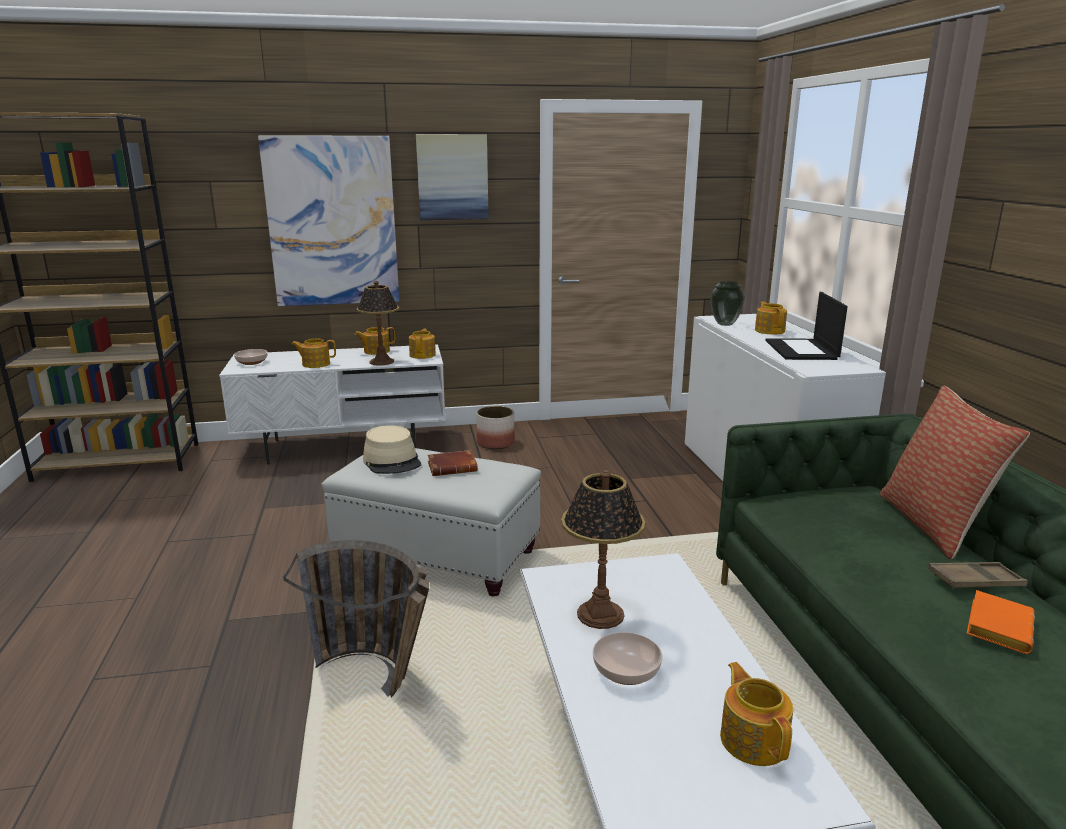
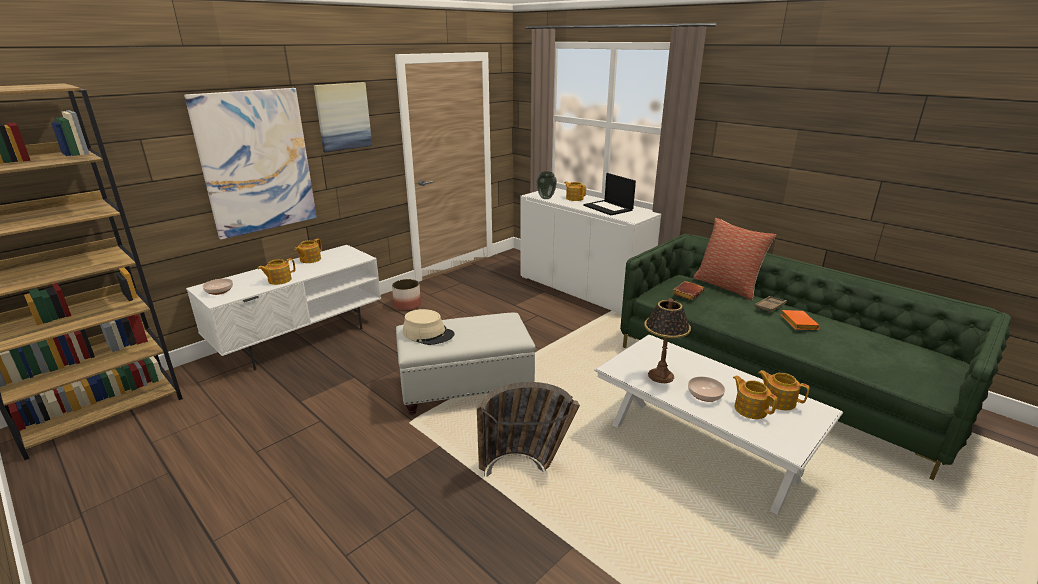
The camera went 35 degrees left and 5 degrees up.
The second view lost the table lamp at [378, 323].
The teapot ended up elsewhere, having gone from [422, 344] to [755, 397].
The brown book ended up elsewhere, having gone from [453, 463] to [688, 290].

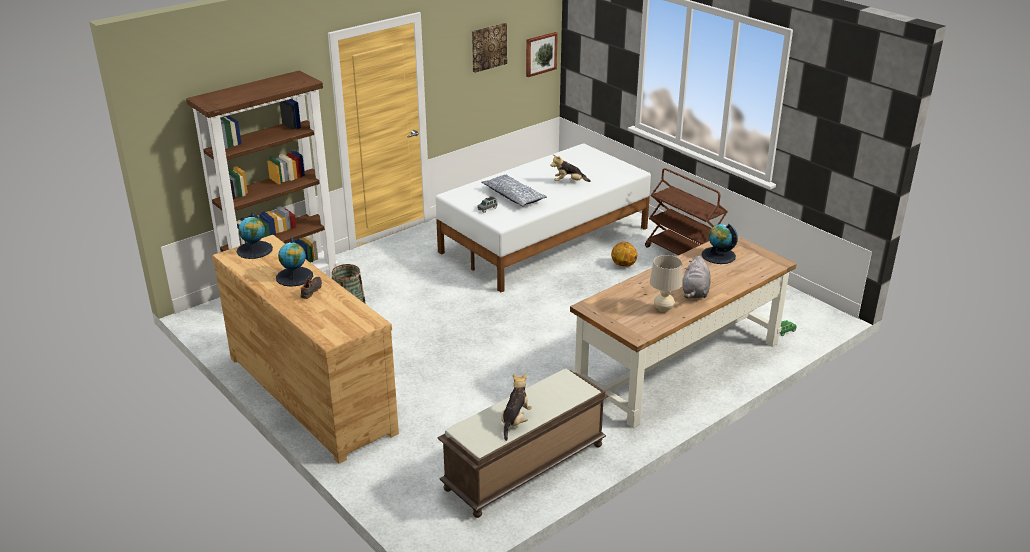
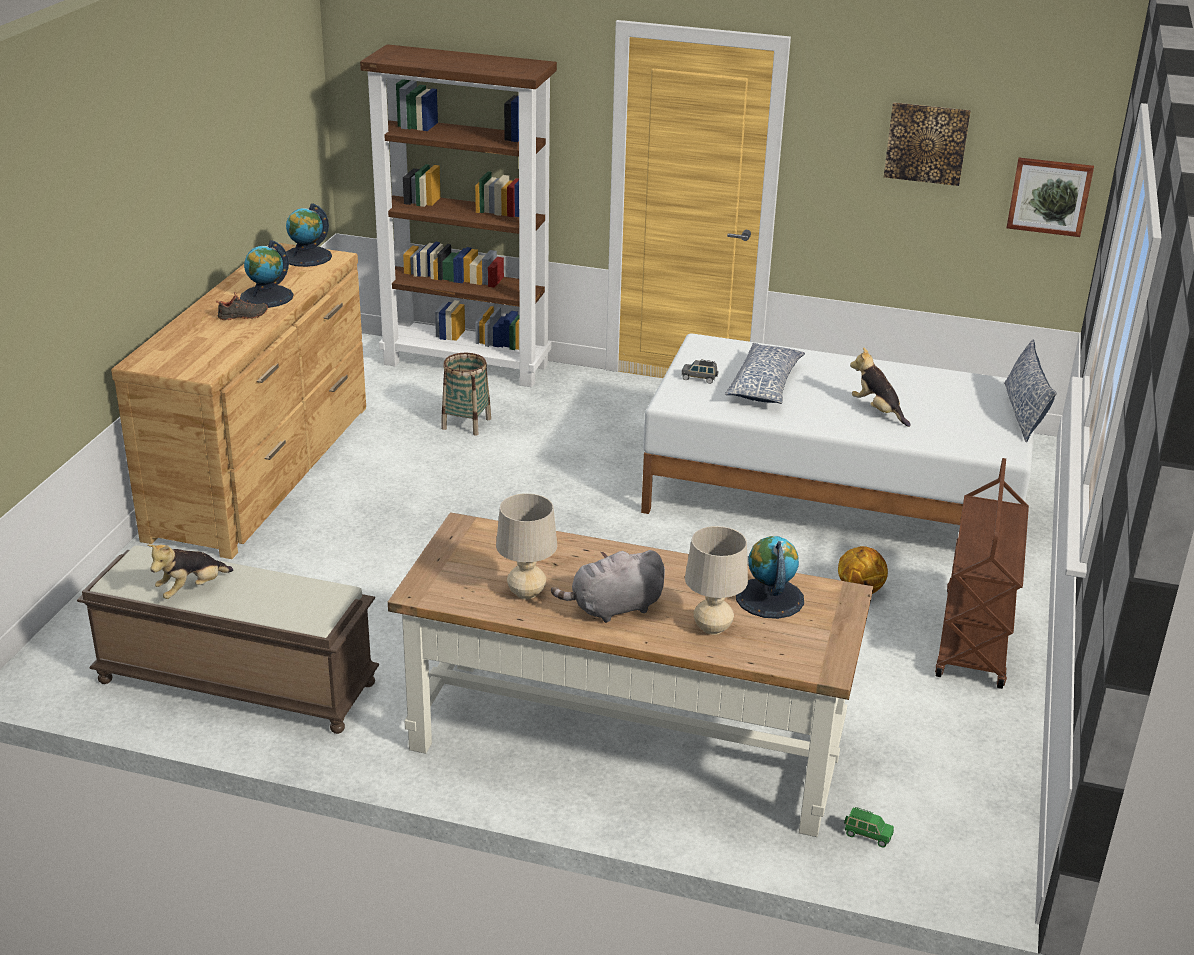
The camera went 55 degrees right and 0 degrees up.
The plush toy at [516, 407] ended up facing another way, 150 degrees clockwise from before.
The second view gained the pillow at [1030, 391].
The second view gained the beige table lamp at [716, 580].

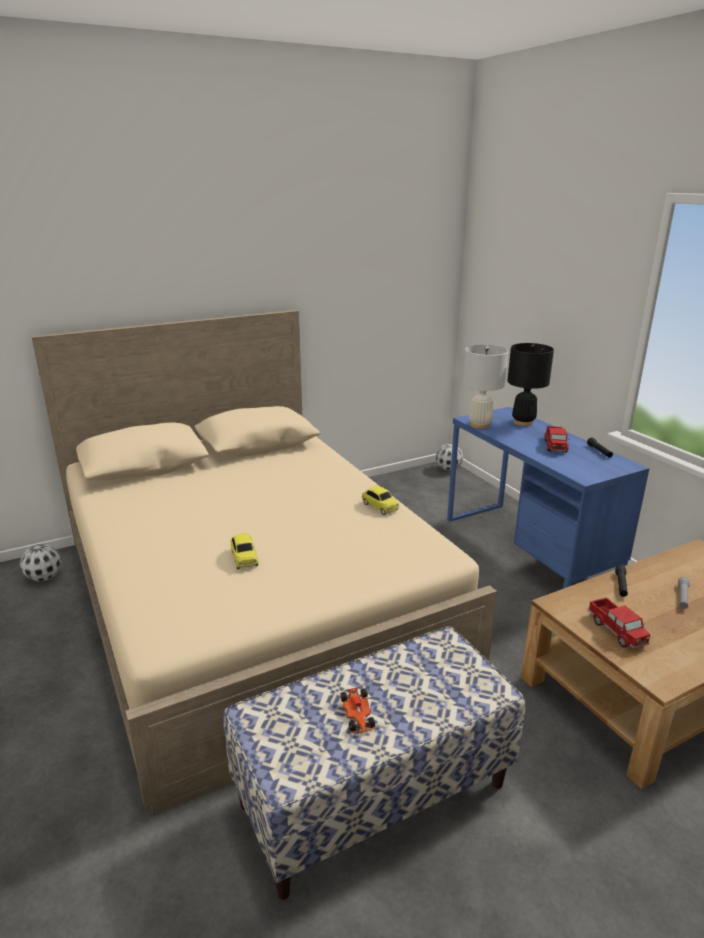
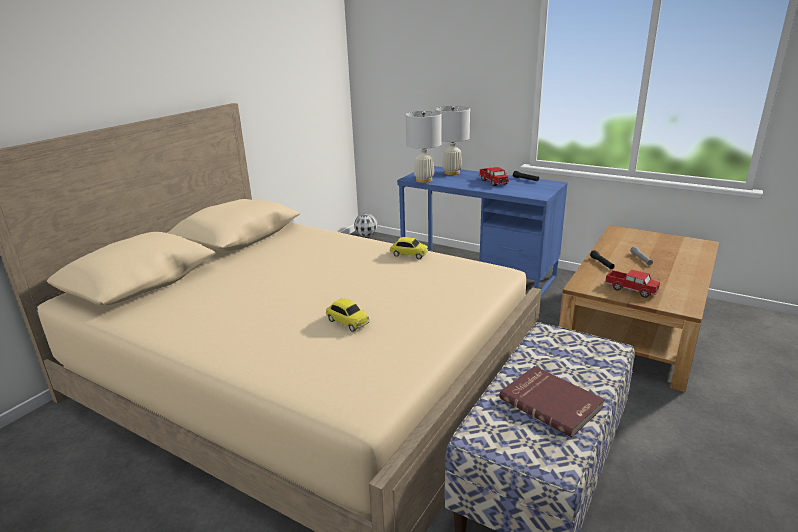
The camera went 30 degrees left and 0 degrees up.
What was the black table lamp at [530, 384] turned into the white table lamp at [453, 140].
The second view lost the football at [40, 562].
Where the toy car stood at [359, 710], the red book came to stand at [552, 402].

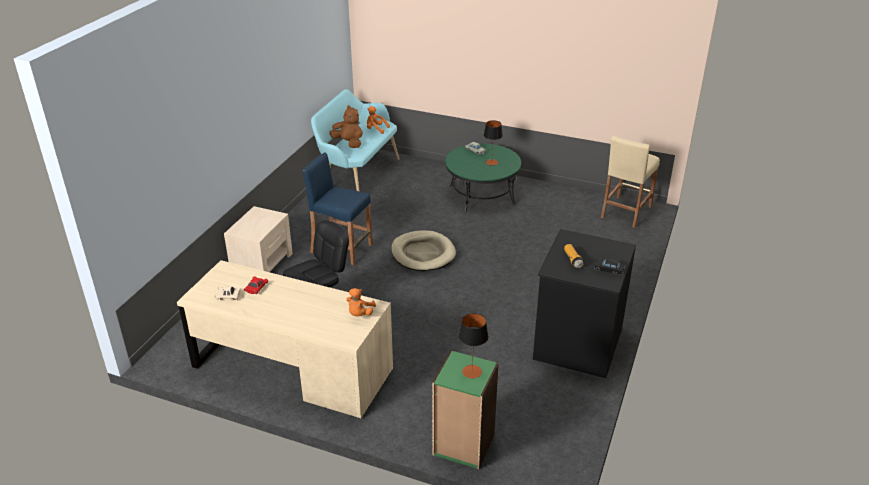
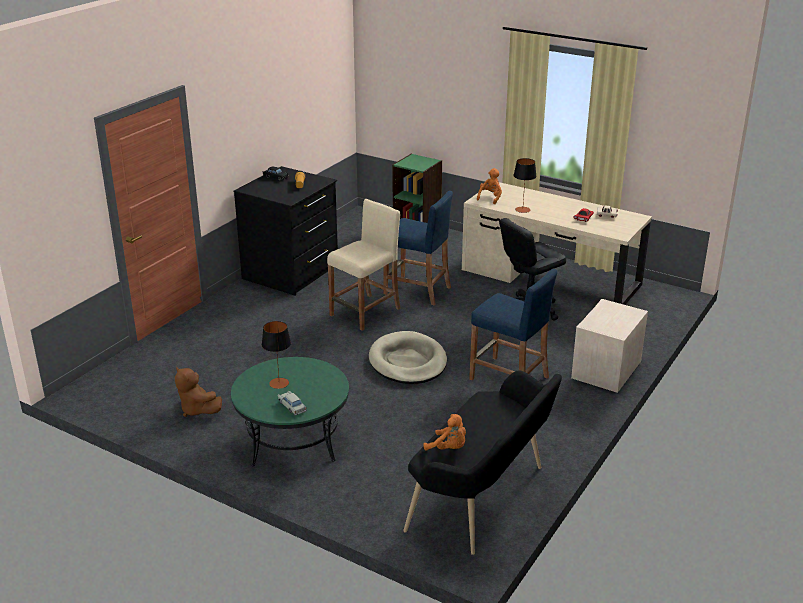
The camera went 170 degrees left and 5 degrees down.
What was the turquoise bench at [355, 140] turned into the black bench at [482, 463].
The brown plush toy ended up elsewhere, having gone from [346, 126] to [198, 392].
The beige stool ended up elsewhere, having gone from [630, 182] to [364, 265].
The table lamp ended up elsewhere, having gone from [473, 345] to [525, 185].
The second view gained the blue stool at [418, 248].

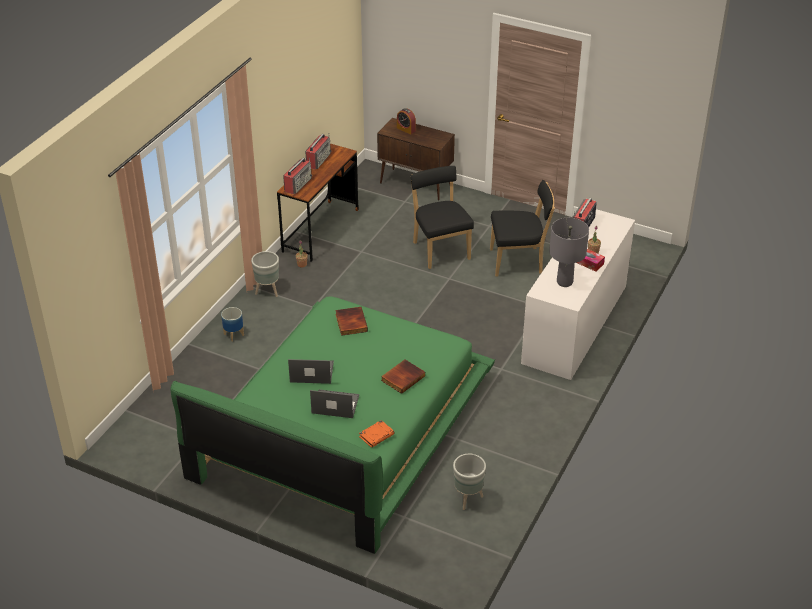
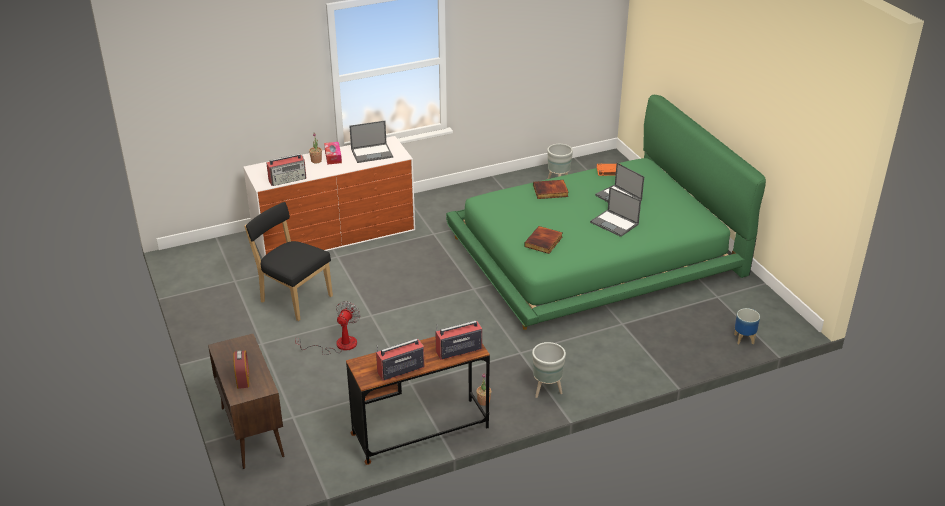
The camera went 140 degrees left and 5 degrees down.
Where the black chair stood at [442, 217], the fan came to stand at [327, 328].
Where the grey table lamp stood at [569, 252], the laptop came to stand at [371, 142].
The planter ended up elsewhere, having gone from [232, 324] to [747, 326].

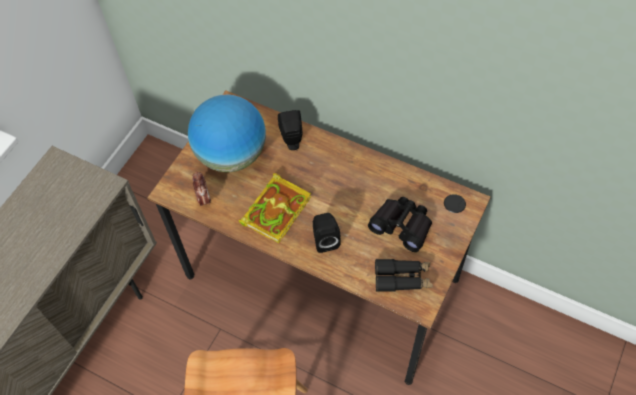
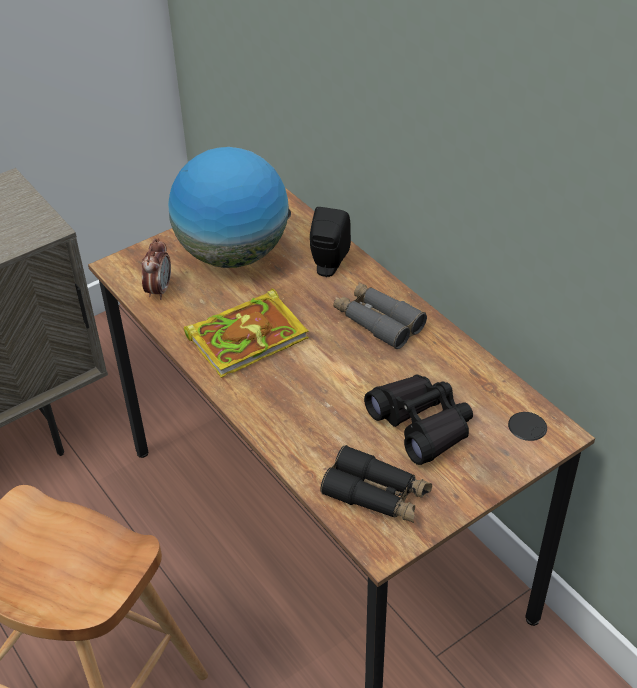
The camera went 25 degrees right and 15 degrees down.
The second view lost the black speaker at [327, 233].
The second view gained the grey binoculars at [380, 315].

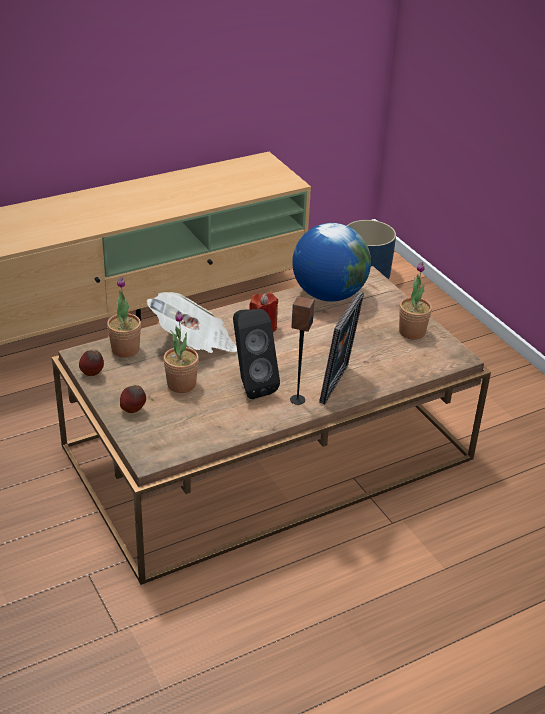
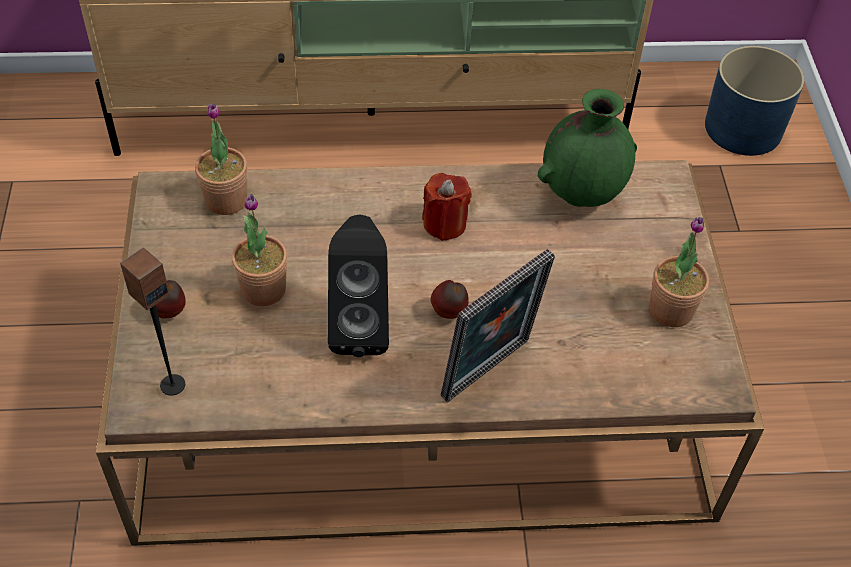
The camera went 25 degrees right and 15 degrees up.
Where the globe stood at [331, 262], the green vase came to stand at [587, 148].
The second view lost the newspaper at [192, 322].
The speaker ended up elsewhere, having gone from [302, 350] to [152, 322].
The apple ended up elsewhere, having gone from [91, 363] to [450, 299].

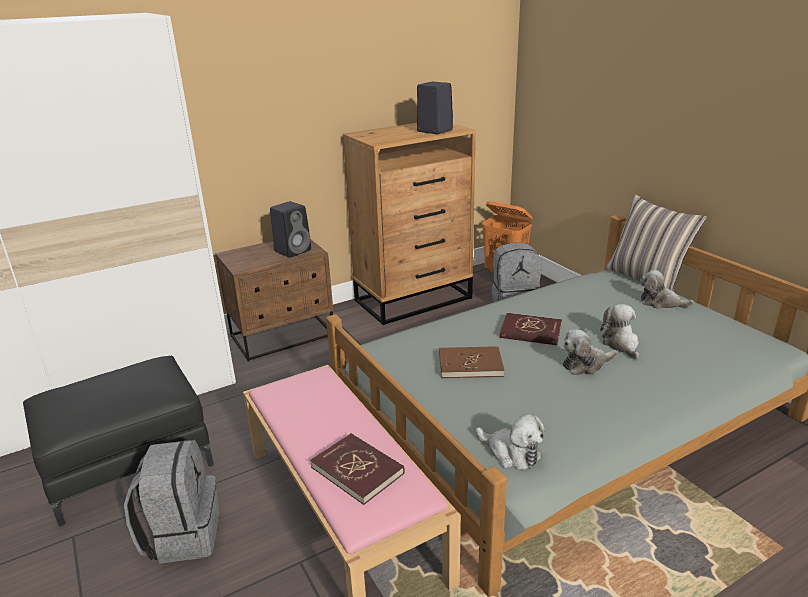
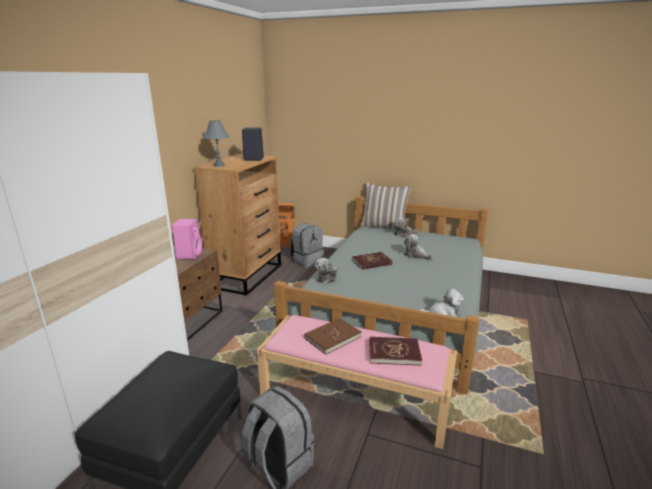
The camera went 40 degrees left and 5 degrees down.
What was the black speaker at [290, 229] turned into the pink speaker at [187, 239].
The plush toy ended up elsewhere, having gone from [590, 352] to [327, 271].
The brown book ended up elsewhere, having gone from [471, 362] to [333, 336].
The second view gained the grey table lamp at [216, 143].

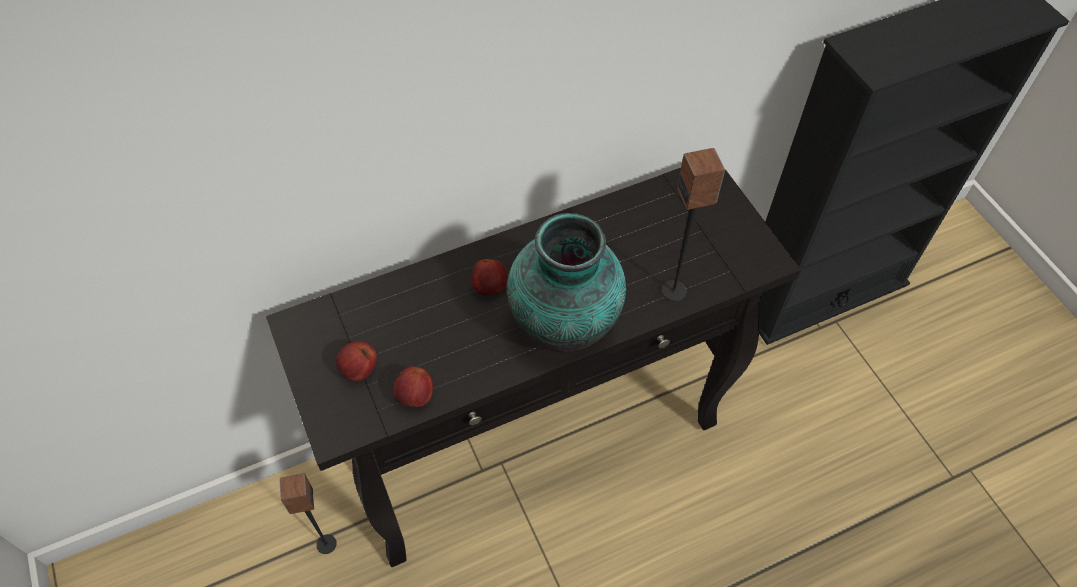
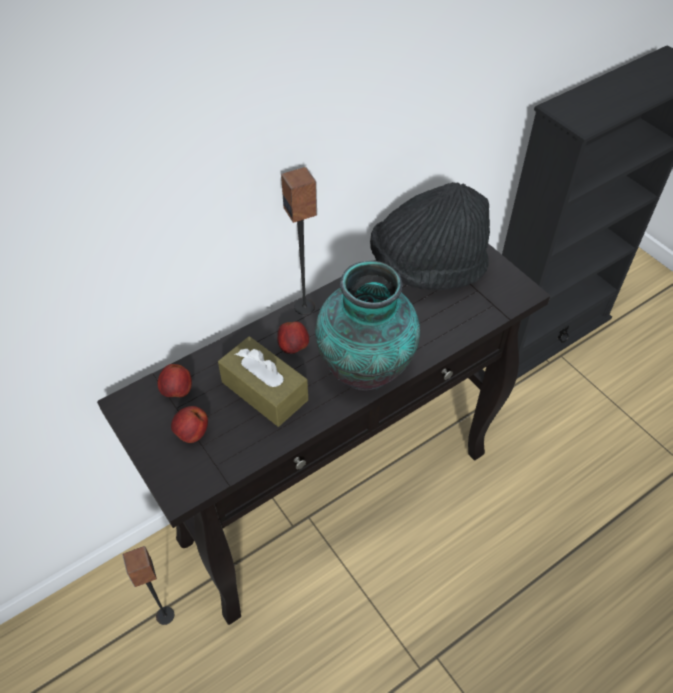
The camera went 10 degrees left and 5 degrees down.
The speaker ended up elsewhere, having gone from [693, 224] to [299, 241].
The apple ended up elsewhere, having gone from [413, 386] to [175, 380].
The second view gained the black hat at [430, 236].
The second view gained the brown tissue box at [263, 381].

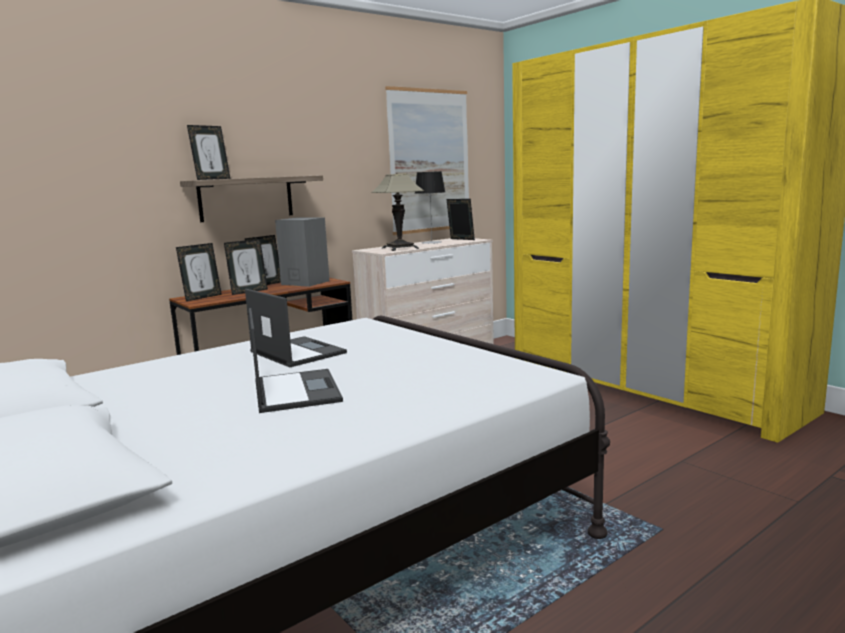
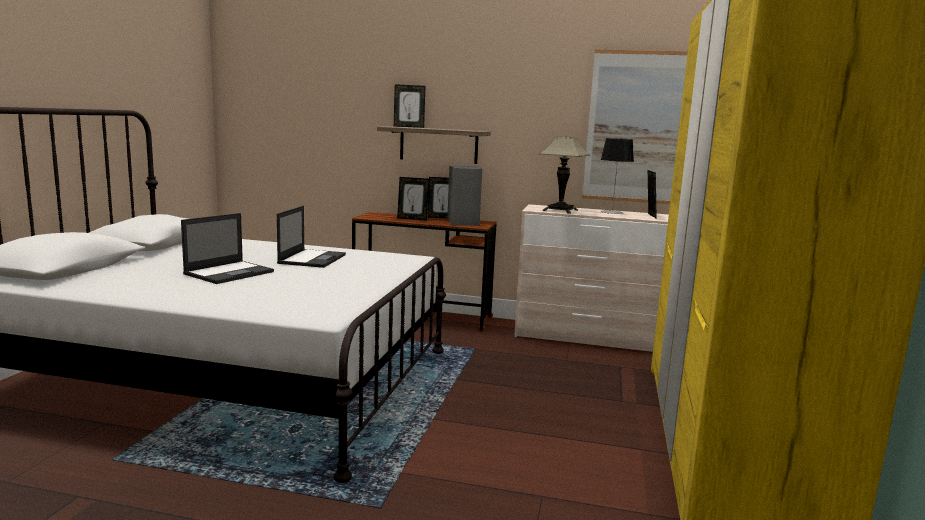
The camera went 50 degrees right and 0 degrees up.
The second view lost the picture frame at [199, 272].

